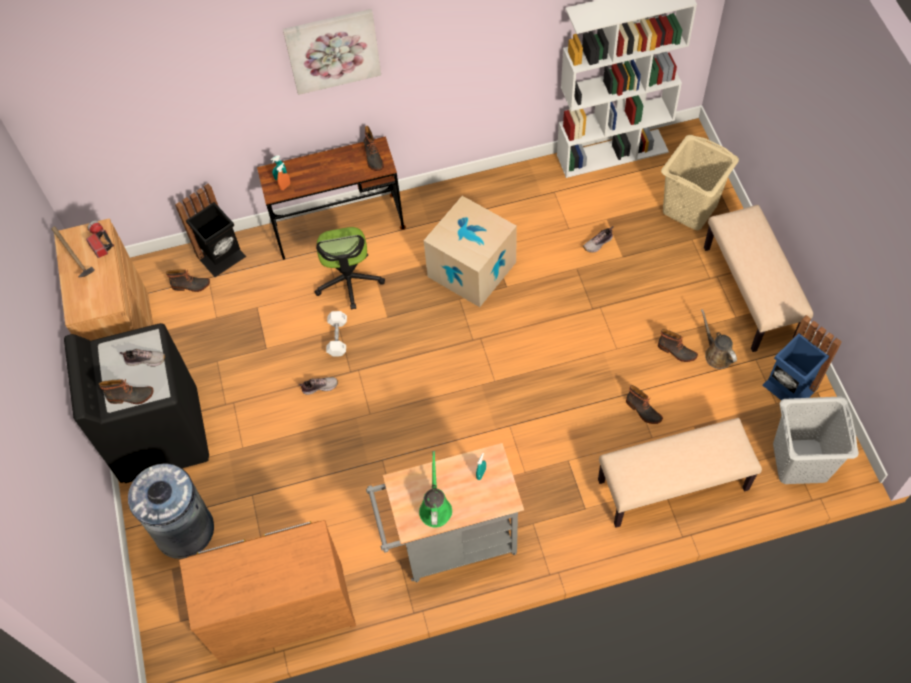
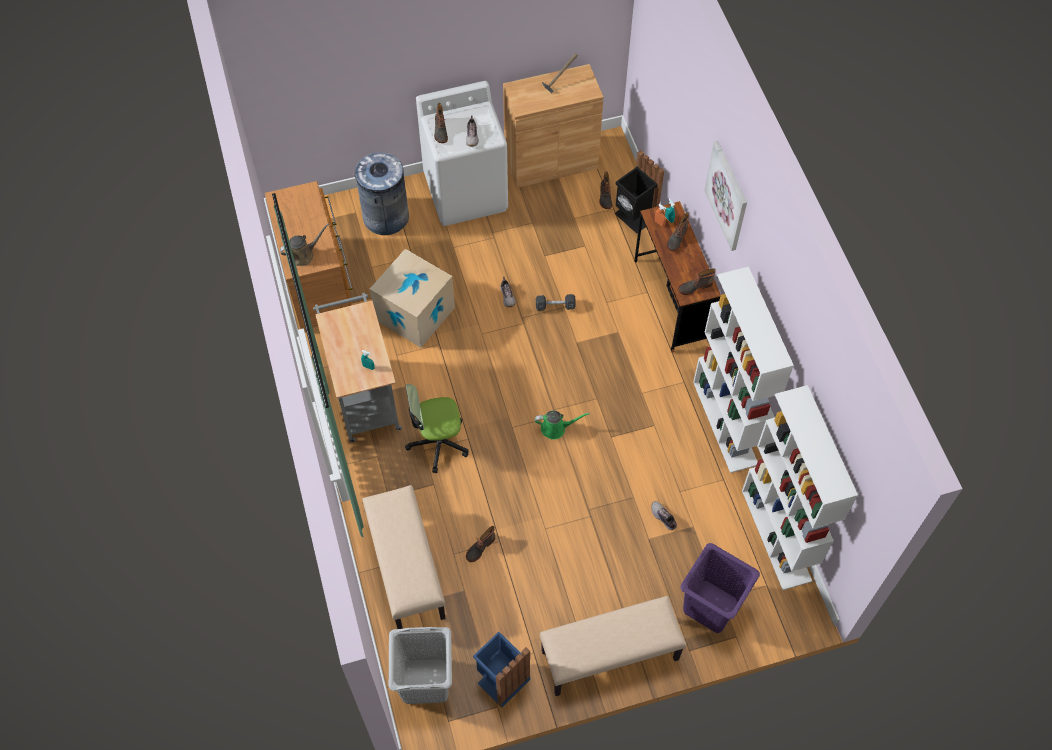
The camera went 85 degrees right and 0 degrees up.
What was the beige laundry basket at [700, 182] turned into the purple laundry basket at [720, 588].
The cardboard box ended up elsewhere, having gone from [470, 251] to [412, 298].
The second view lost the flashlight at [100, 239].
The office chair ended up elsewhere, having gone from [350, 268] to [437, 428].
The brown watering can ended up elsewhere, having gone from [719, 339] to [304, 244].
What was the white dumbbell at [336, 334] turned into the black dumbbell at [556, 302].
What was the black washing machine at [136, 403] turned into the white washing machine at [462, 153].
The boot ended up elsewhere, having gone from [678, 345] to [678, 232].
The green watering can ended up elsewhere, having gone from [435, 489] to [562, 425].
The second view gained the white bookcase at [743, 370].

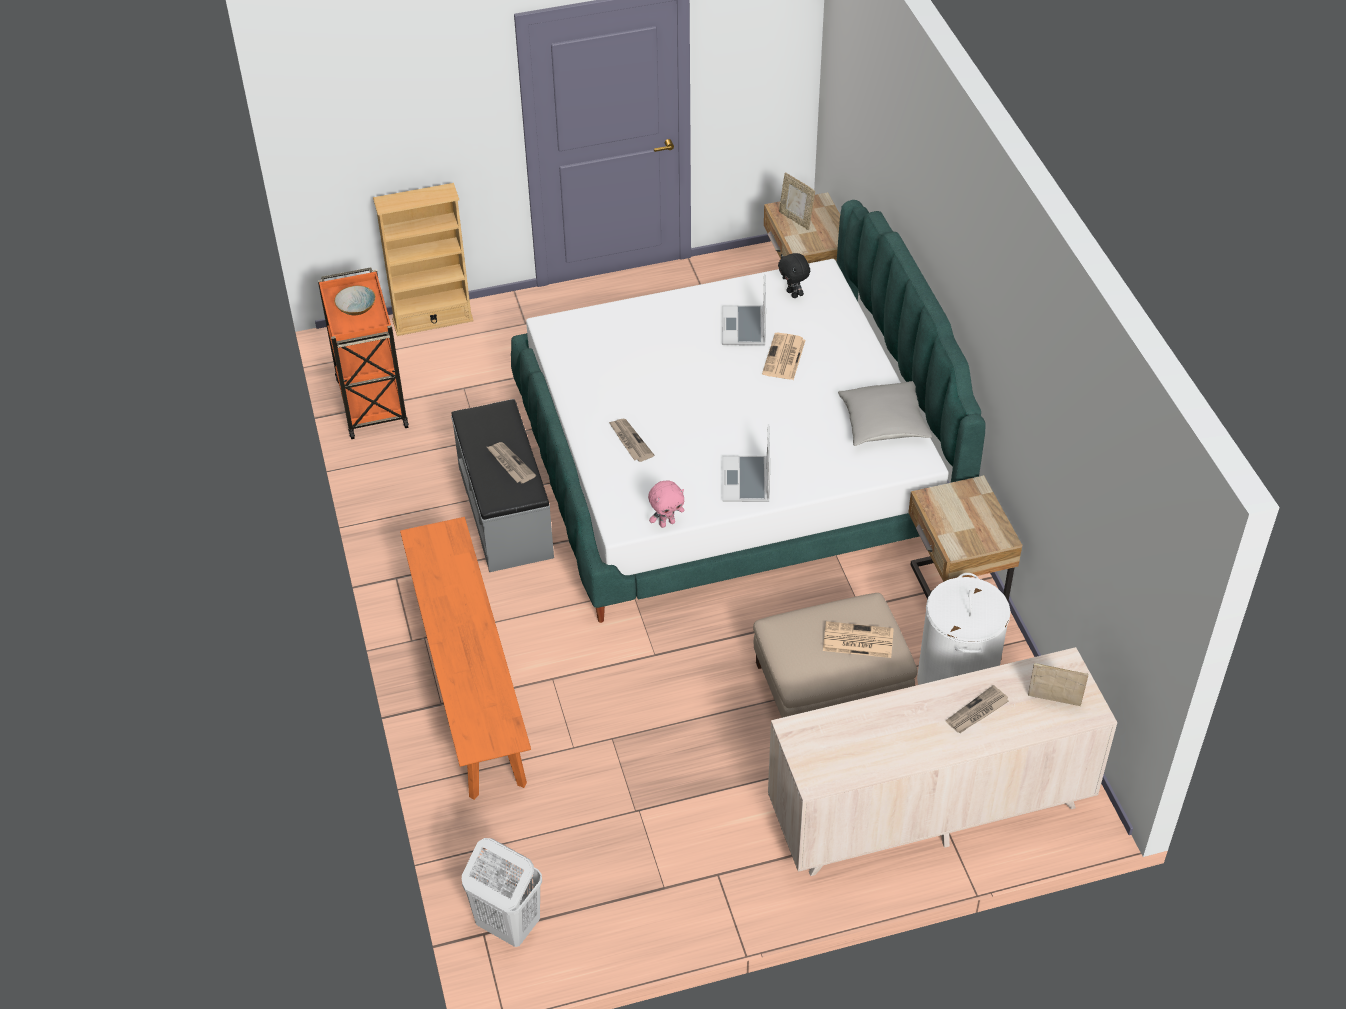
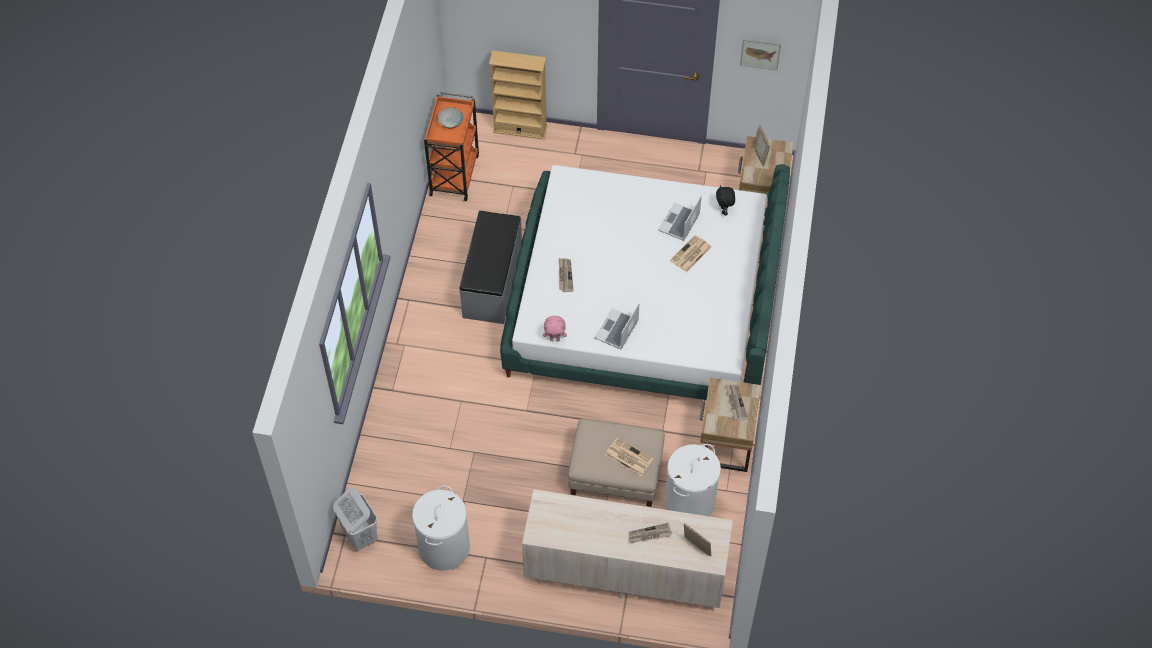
The camera went 25 degrees right and 10 degrees up.
The second view lost the grey pillow at [885, 413].
The newspaper ended up elsewhere, having gone from [511, 462] to [737, 402].
The second view lost the orange bench at [465, 658].
The second view gained the picture at [760, 54].
The second view gained the white laundry basket at [441, 528].

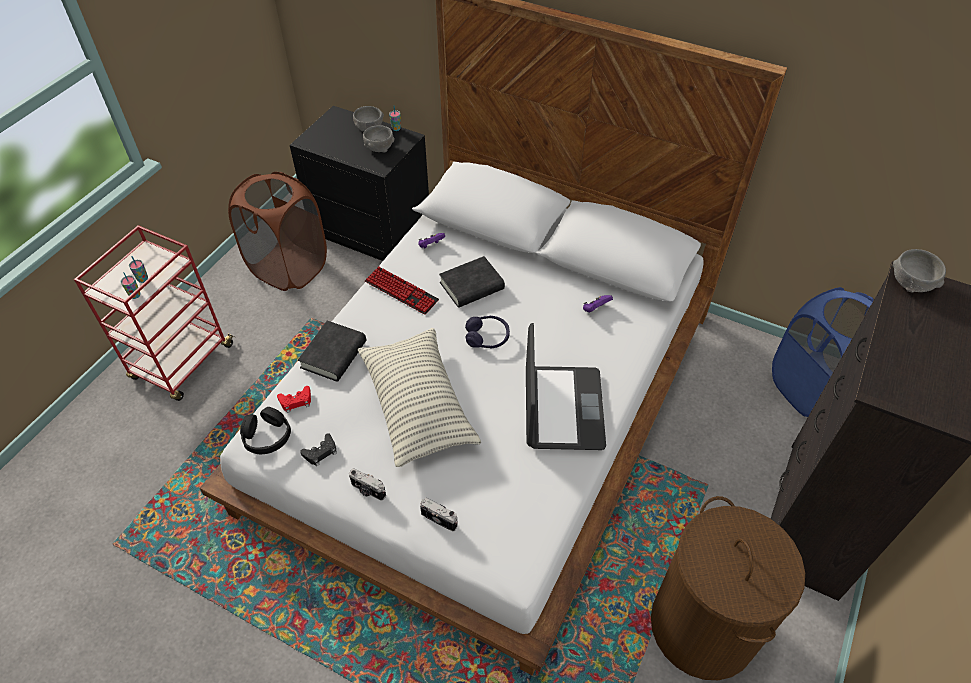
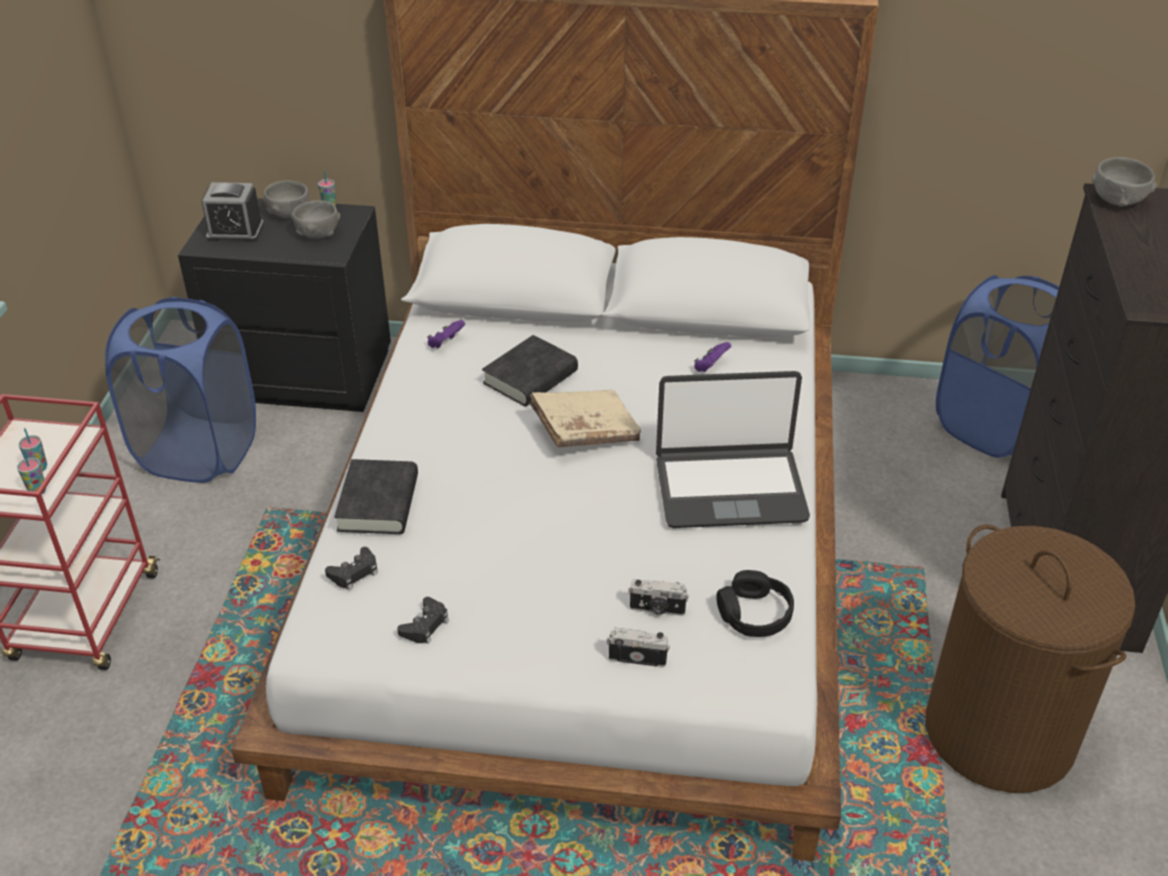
The camera went 20 degrees left and 10 degrees down.
What was the brown laundry basket at [277, 231] turned into the blue laundry basket at [180, 390].
The second view lost the keyboard at [402, 290].
Where the purple headphones stood at [487, 332], the beige book came to stand at [585, 418].
The laptop at [566, 386] ended up facing another way, 105 degrees clockwise from before.
The second view lost the pillow at [419, 397].
What was the red game controller at [294, 399] turned into the black game controller at [351, 568].
The black headphones ended up elsewhere, having gone from [265, 430] to [755, 603].
The photo camera ended up elsewhere, having gone from [367, 484] to [658, 597].
The second view gained the alarm clock at [232, 212].

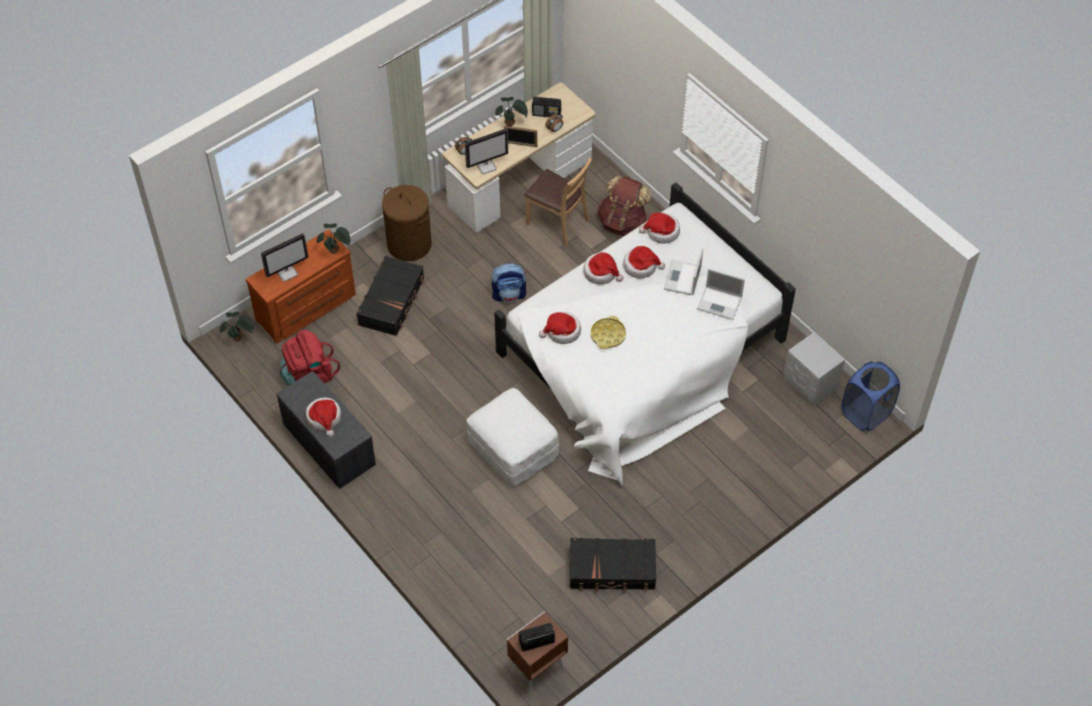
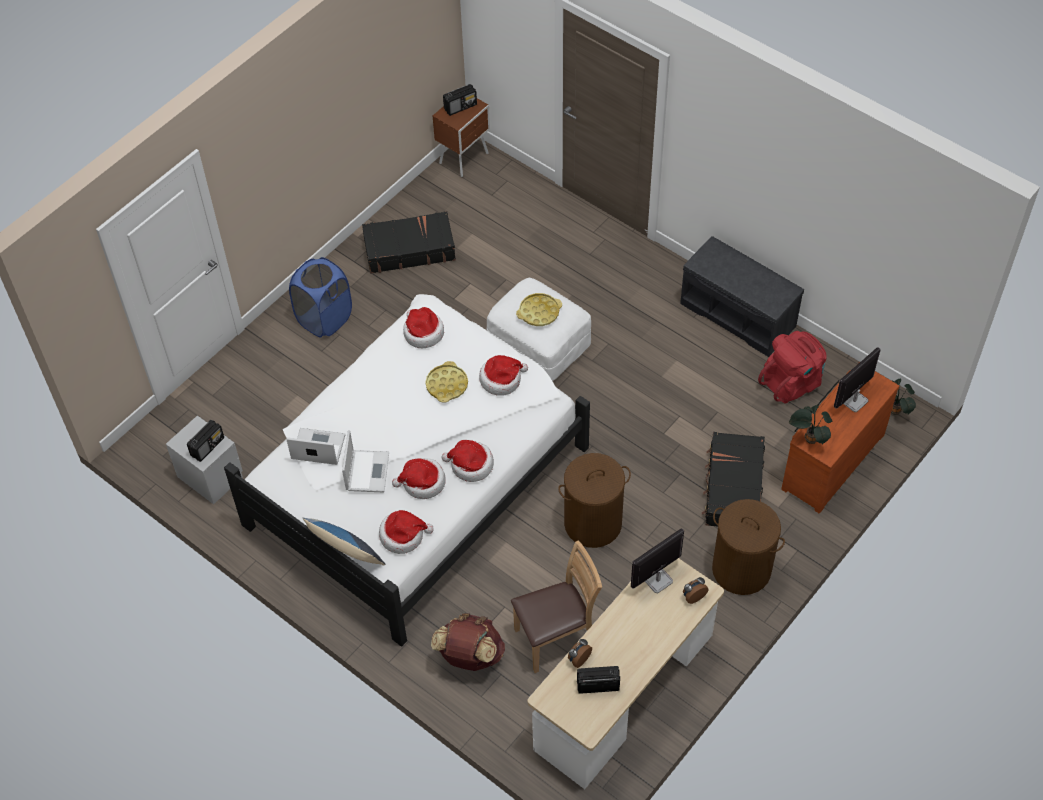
The camera went 170 degrees right and 0 degrees up.
The second view lost the potted plant at [511, 111].
The second view lost the picture frame at [520, 136].
The brown chair at [558, 202] ended up facing another way, 135 degrees clockwise from before.
Where the backpack stood at [509, 282], the brown laundry basket came to stand at [594, 500].
The blue laundry basket ended up elsewhere, having gone from [871, 396] to [320, 297].
The hat ended up elsewhere, having gone from [323, 417] to [423, 328].
The second view gained the yellow tray at [539, 309].
The second view gained the radio at [205, 441].
The second view gained the pillow at [344, 541].

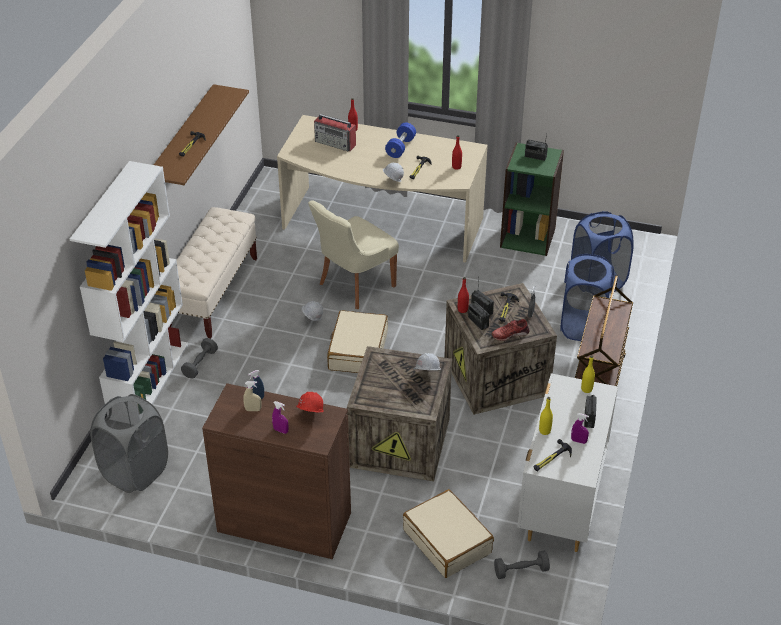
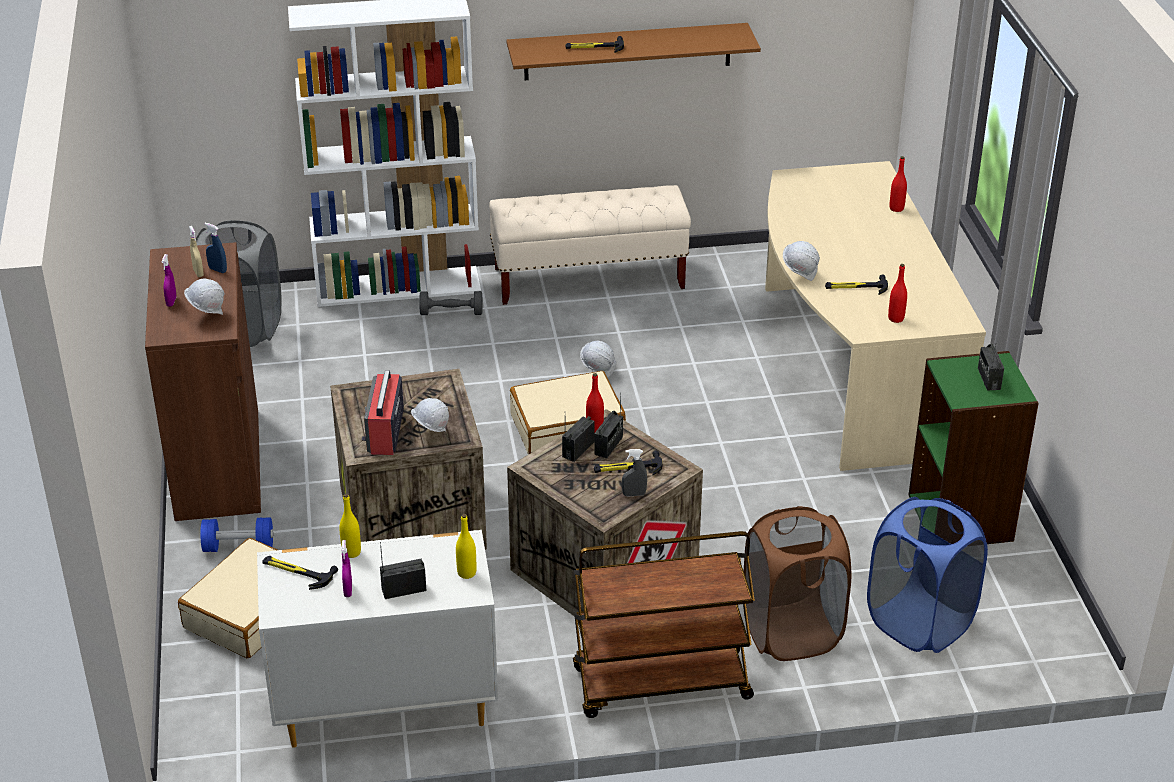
The camera went 65 degrees right and 5 degrees down.
The radio ended up elsewhere, having gone from [335, 132] to [383, 412].
The blue dumbbell ended up elsewhere, having gone from [400, 140] to [237, 534].
The second view lost the beige chair at [353, 255].
What was the blue laundry basket at [587, 297] turned into the brown laundry basket at [797, 583].
The second view lost the red shoe at [510, 330].
What was the red hard hat at [310, 402] turned into the white hard hat at [204, 297].
The second view lost the grey dumbbell at [522, 565].

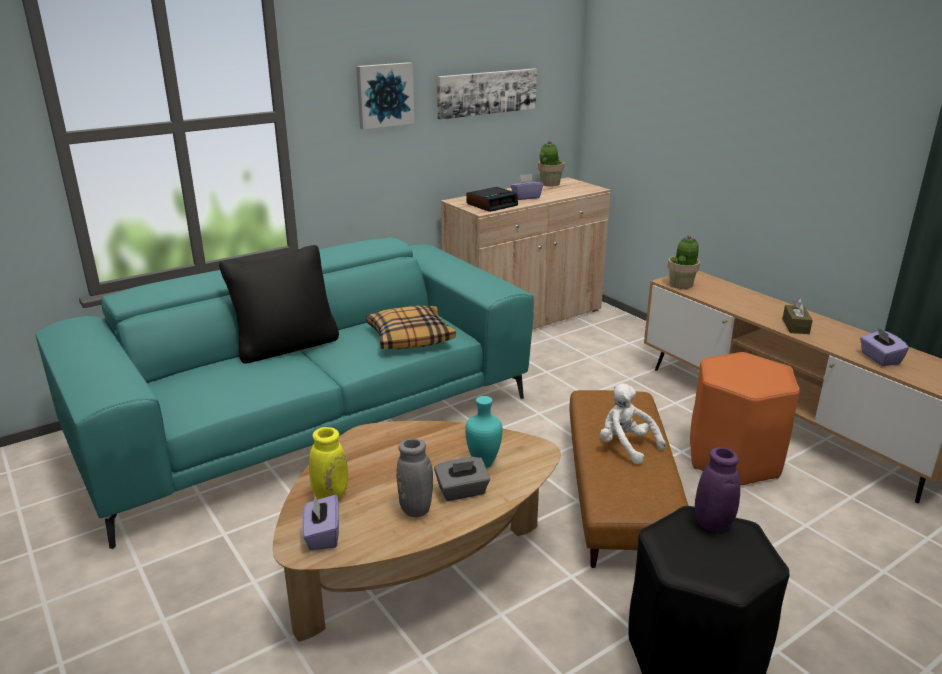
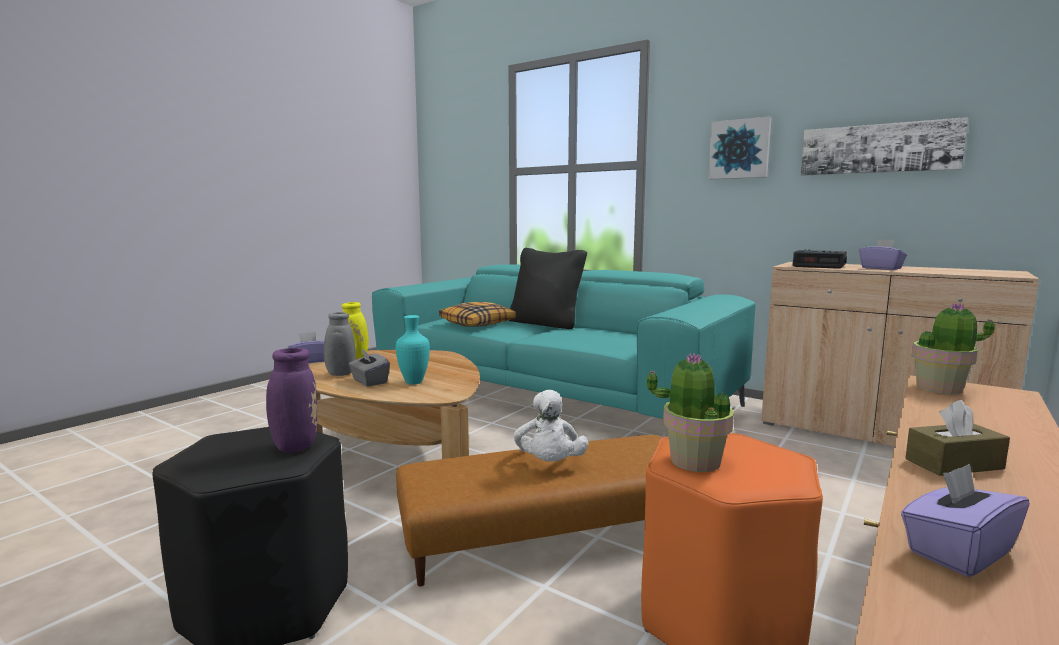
The camera went 70 degrees right and 15 degrees down.
The potted plant ended up elsewhere, having gone from [551, 163] to [690, 412].
The pillow ended up elsewhere, having gone from [411, 327] to [478, 314].
The white plush toy at [633, 424] ended up facing another way, 150 degrees clockwise from before.

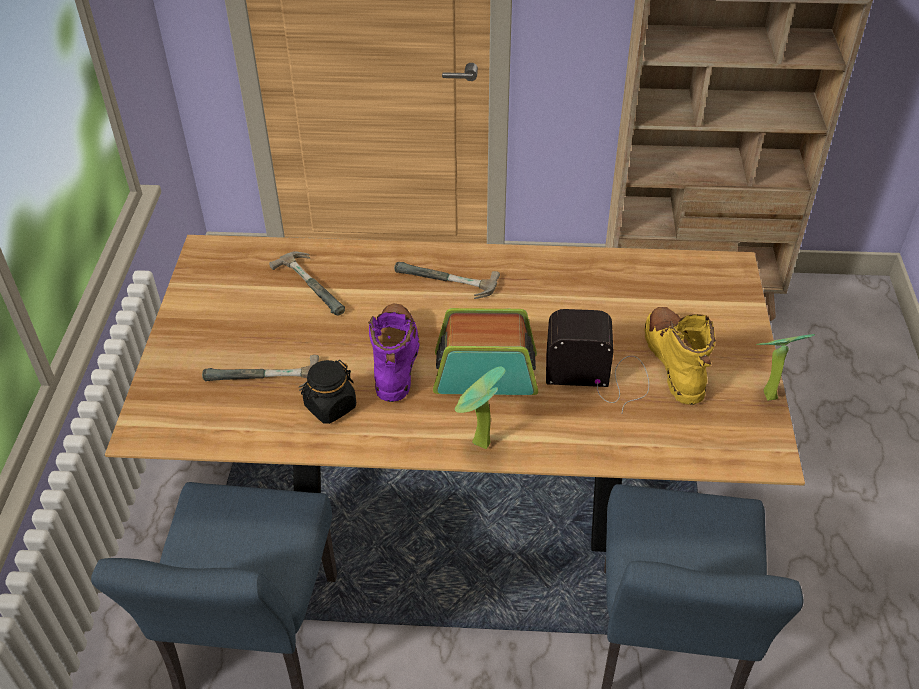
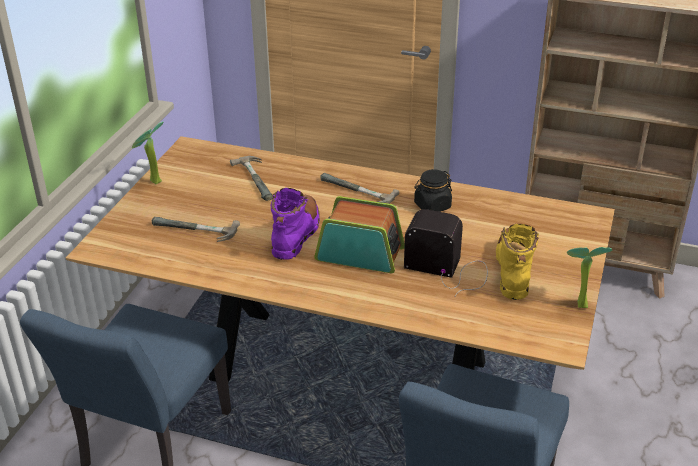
The camera went 15 degrees right and 10 degrees down.
The black jar ended up elsewhere, having gone from [328, 392] to [433, 190].
The potted plant ended up elsewhere, having gone from [480, 407] to [148, 152].

